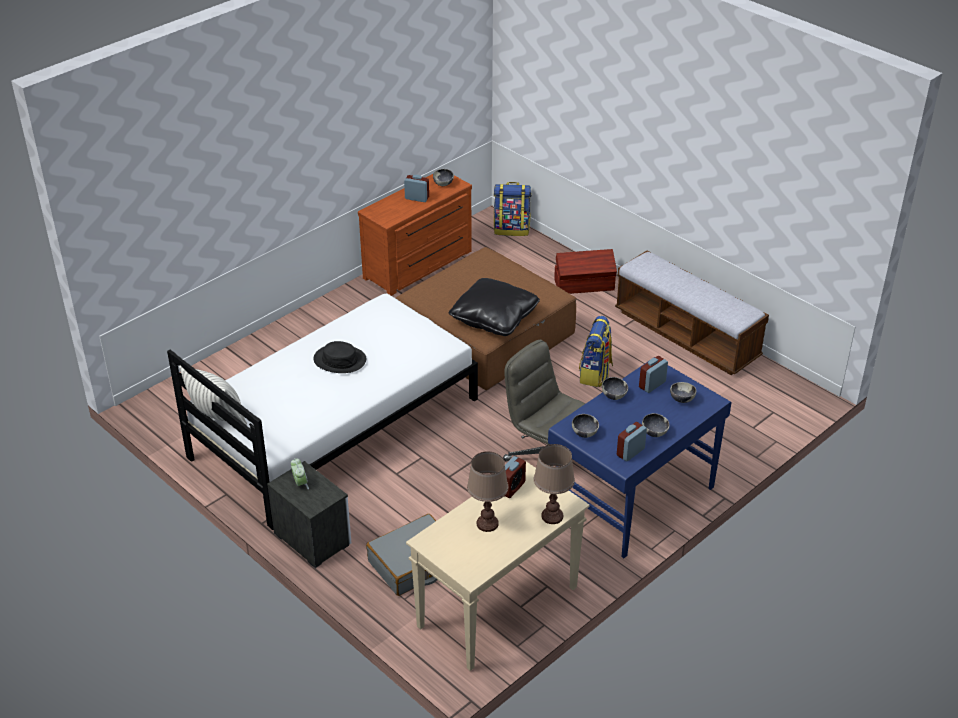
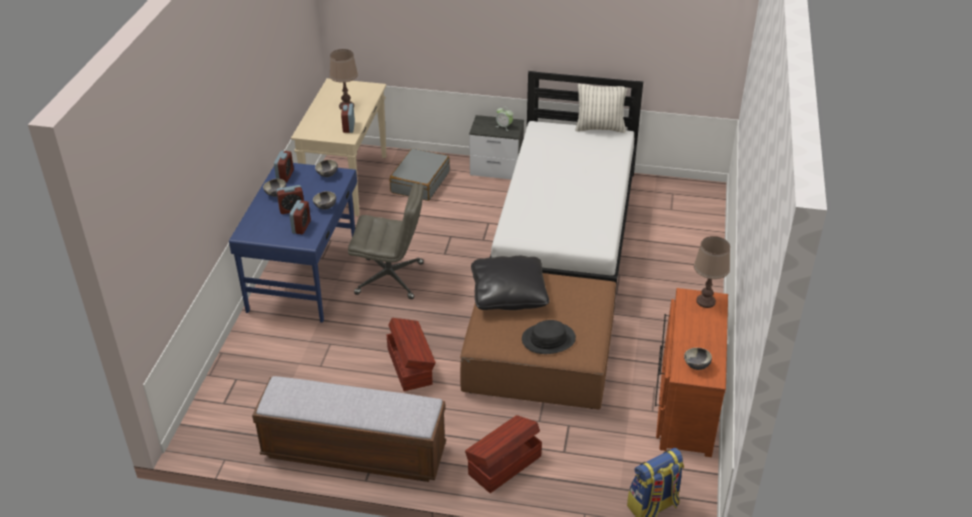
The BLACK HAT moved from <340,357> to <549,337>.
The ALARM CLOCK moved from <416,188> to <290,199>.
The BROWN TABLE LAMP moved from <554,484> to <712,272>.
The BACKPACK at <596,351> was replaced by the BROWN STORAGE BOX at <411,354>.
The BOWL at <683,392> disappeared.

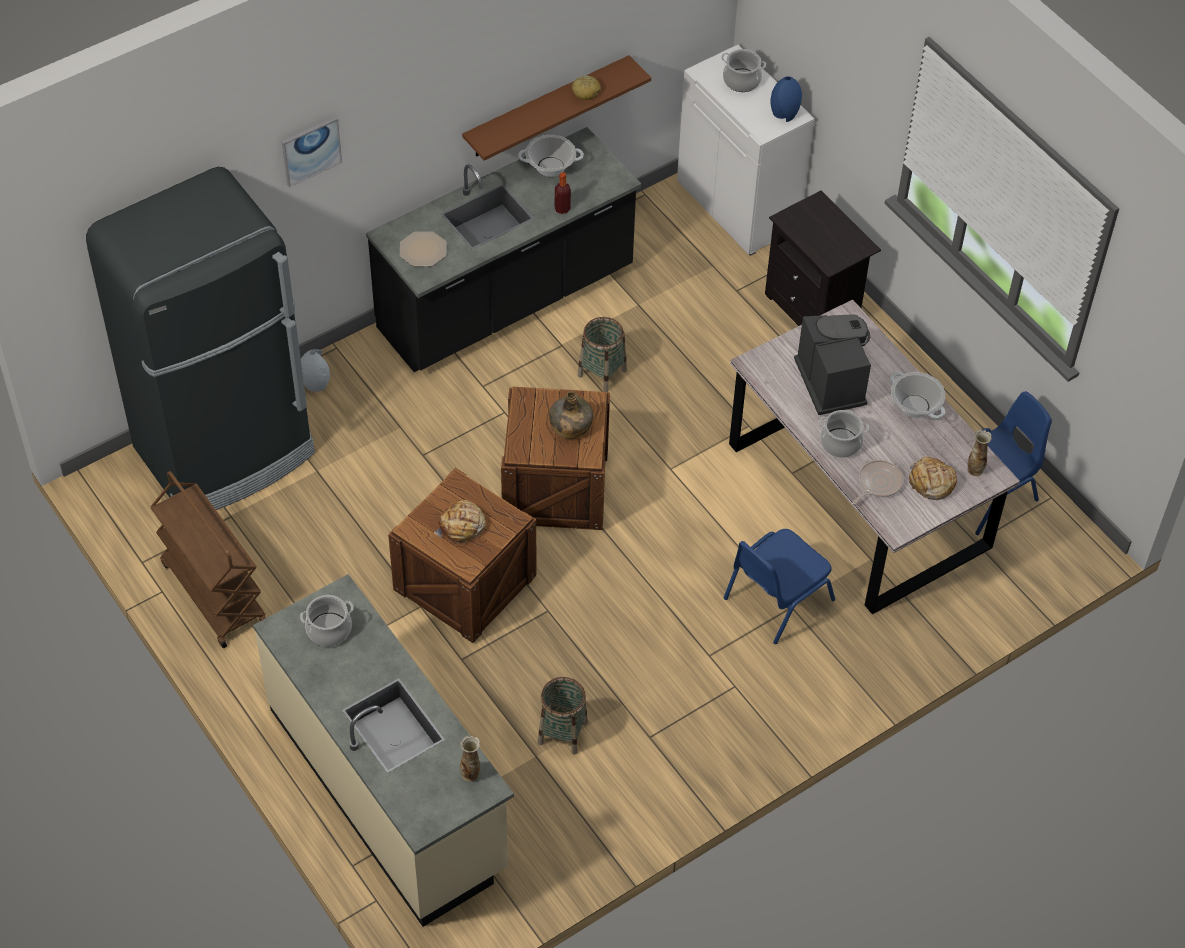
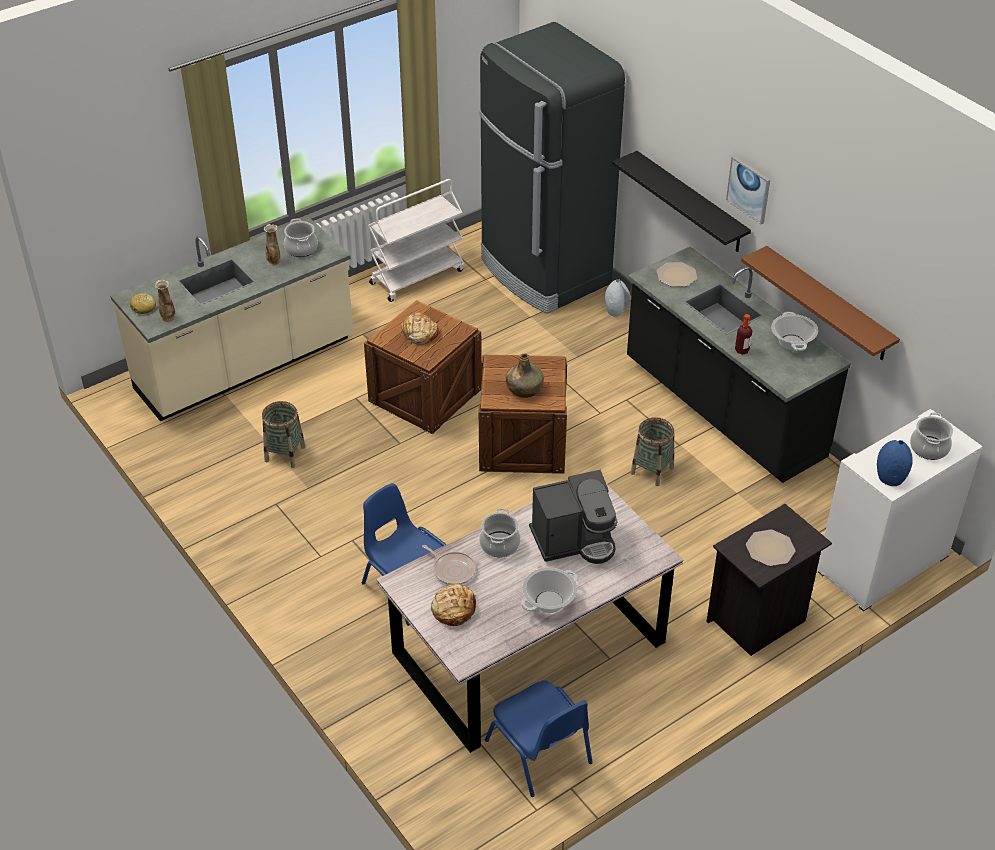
The BROWN CART at <208,559> became the WHITE CART at <416,240>.
The PICTURE moved from <312,151> to <748,190>.
The BREAD moved from <586,88> to <143,303>.
The VASE moved from <980,453> to <272,245>.
The BLACK SHELF at <681,201> appeared.
The PLATE at <770,548> appeared.

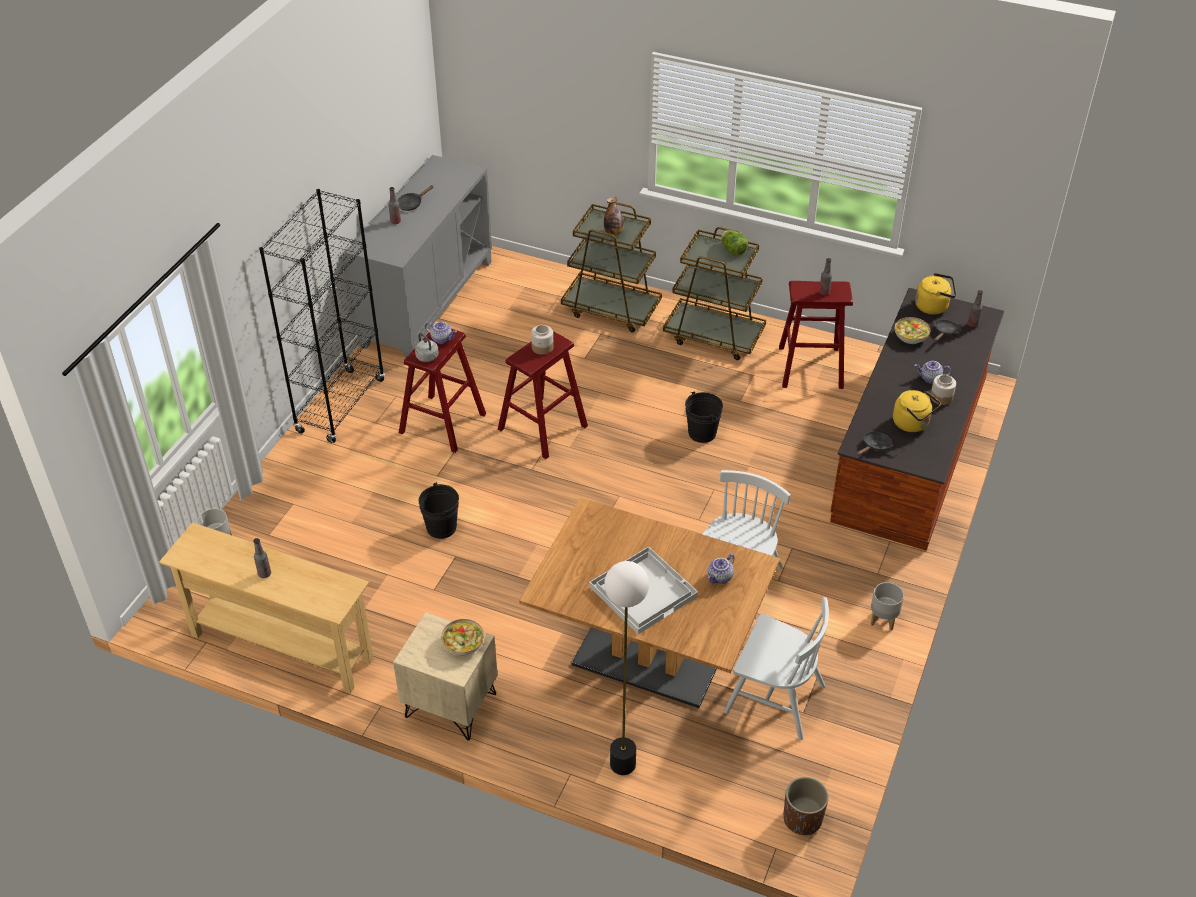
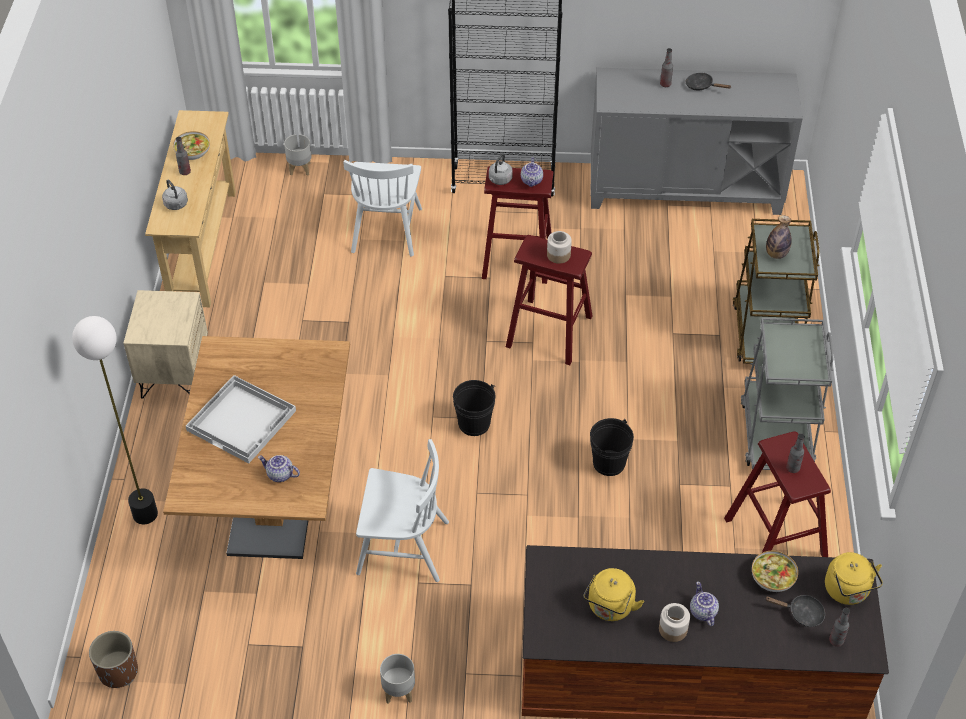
The BLACK BUCKET moved from <439,510> to <474,408>.
The BOWL moved from <462,637> to <191,145>.
The BROWN CART at <714,293> became the GREY CART at <787,394>.
The LETTUCE at <734,243> disappeared.
The WHITE CHAIR moved from <776,668> to <382,208>.
The BLACK FRYING PAN at <874,443> disappeared.
The GREY KETTLE at <175,195> appeared.

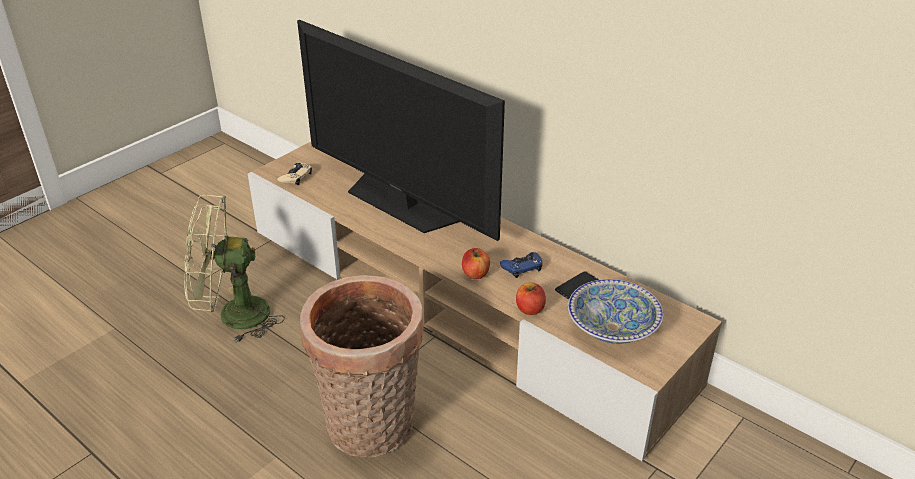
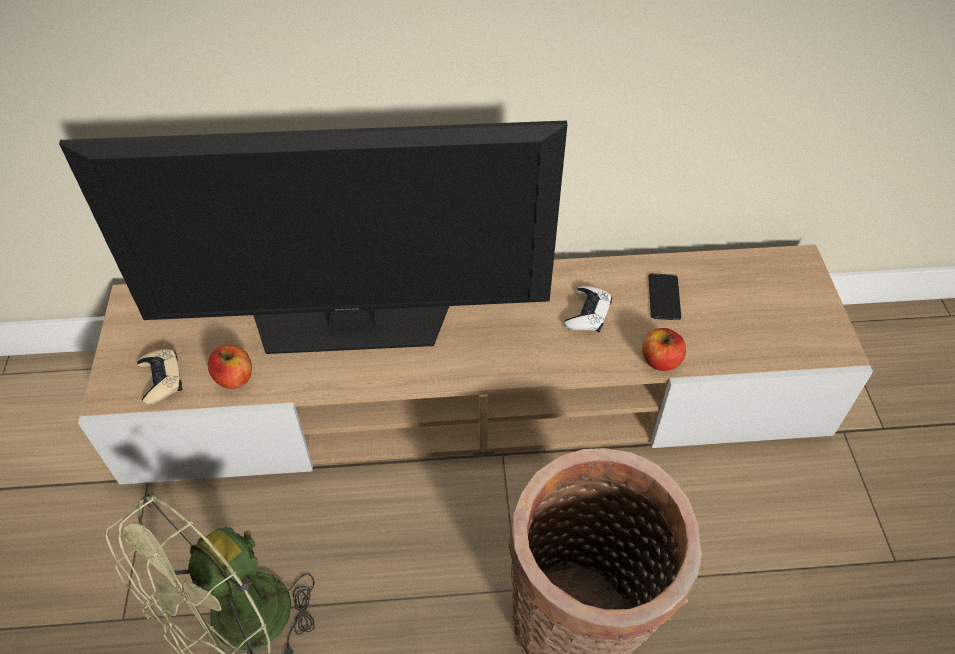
The APPLE moved from <476,263> to <230,367>.
The BLUE GAME CONTROLLER at <521,265> became the WHITE GAME CONTROLLER at <588,309>.
The BOWL at <615,311> disappeared.

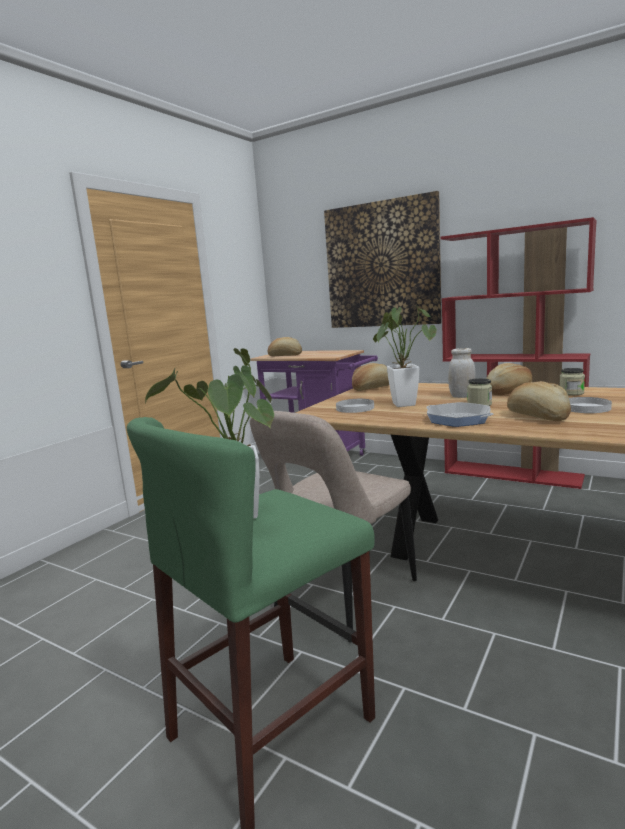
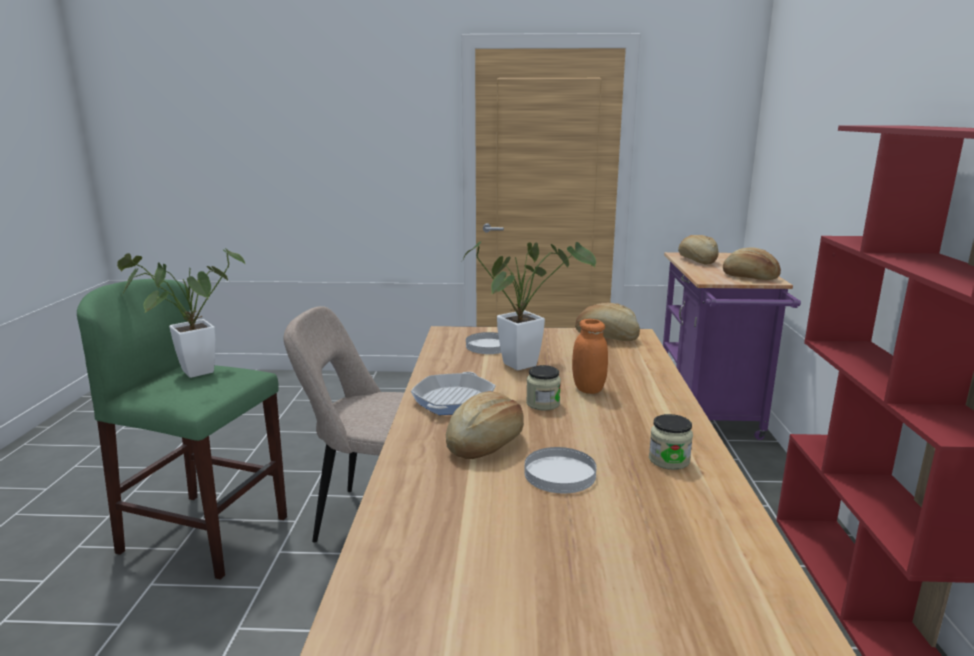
The PICTURE at <383,259> disappeared.
The WHITE JAR at <462,373> became the ORANGE JAR at <590,356>.
The BREAD moved from <509,379> to <752,263>.

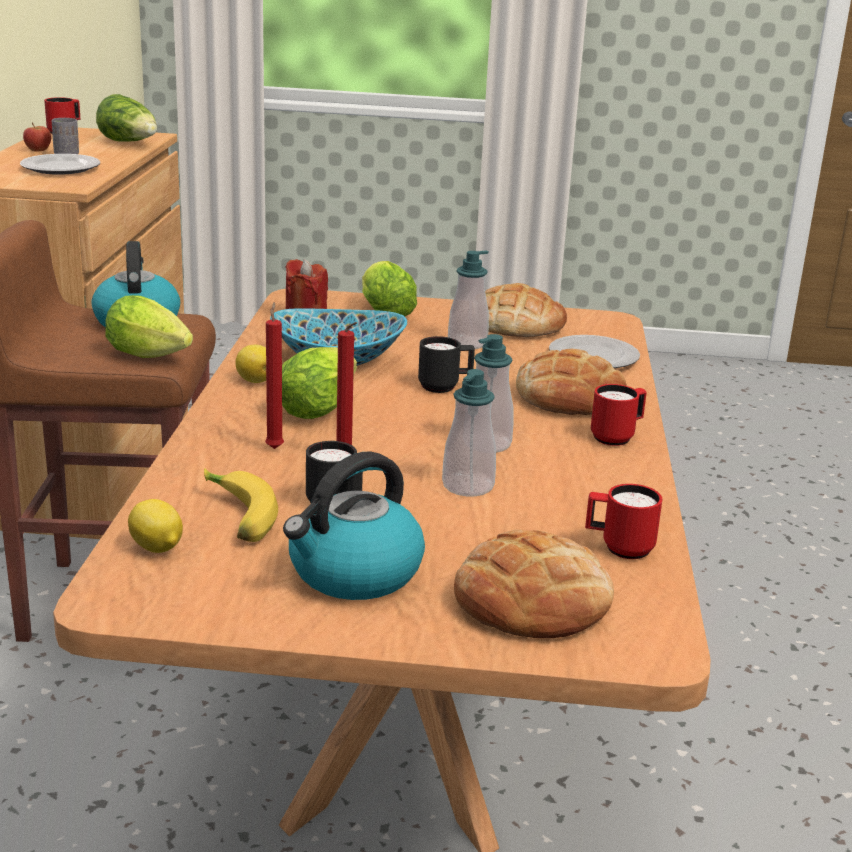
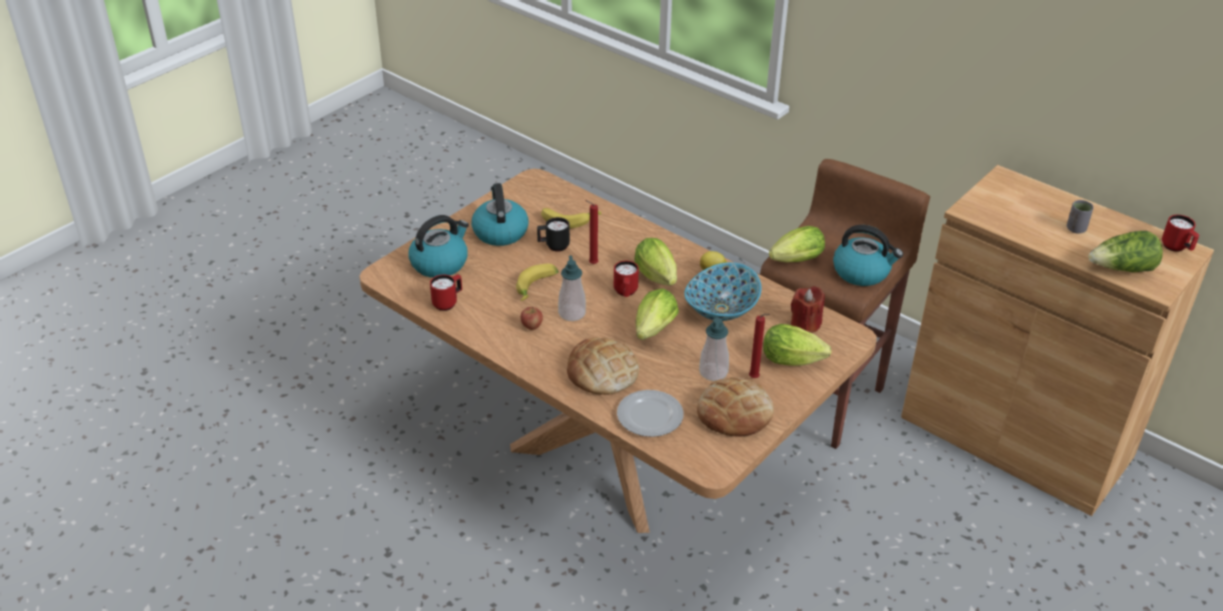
The PLATE at <60,164> disappeared.
The APPLE moved from <37,137> to <532,318>.
The LEMON at <155,526> disappeared.
The RED CANDLE moved from <274,375> to <759,346>.
The BLACK MUG at <446,364> was replaced by the LETTUCE at <657,314>.
The SOAP DISPENSER at <469,432> was replaced by the BANANA at <537,282>.
The BREAD at <534,584> was replaced by the KETTLE at <438,246>.
The RED MUG moved from <619,415> to <626,279>.

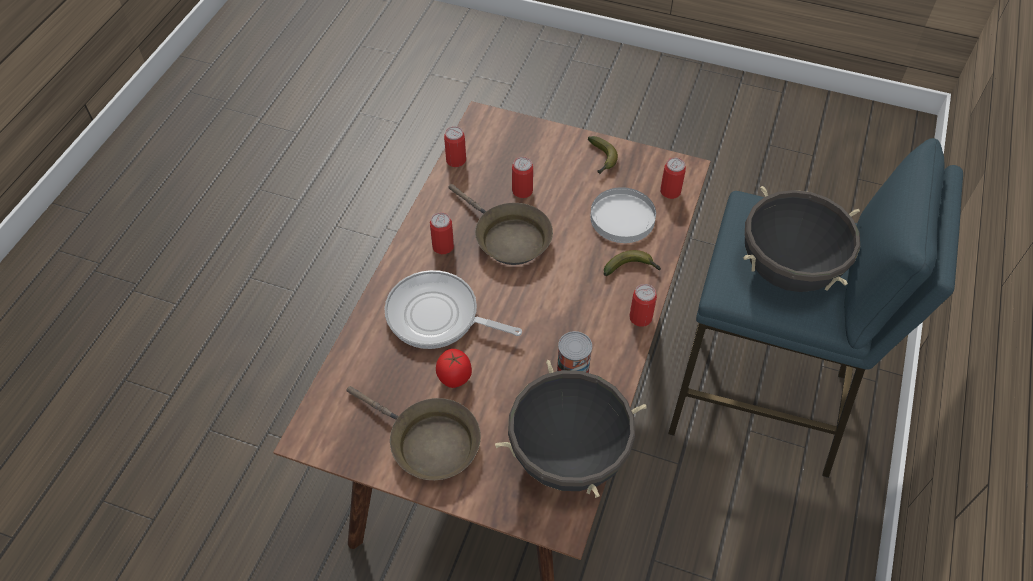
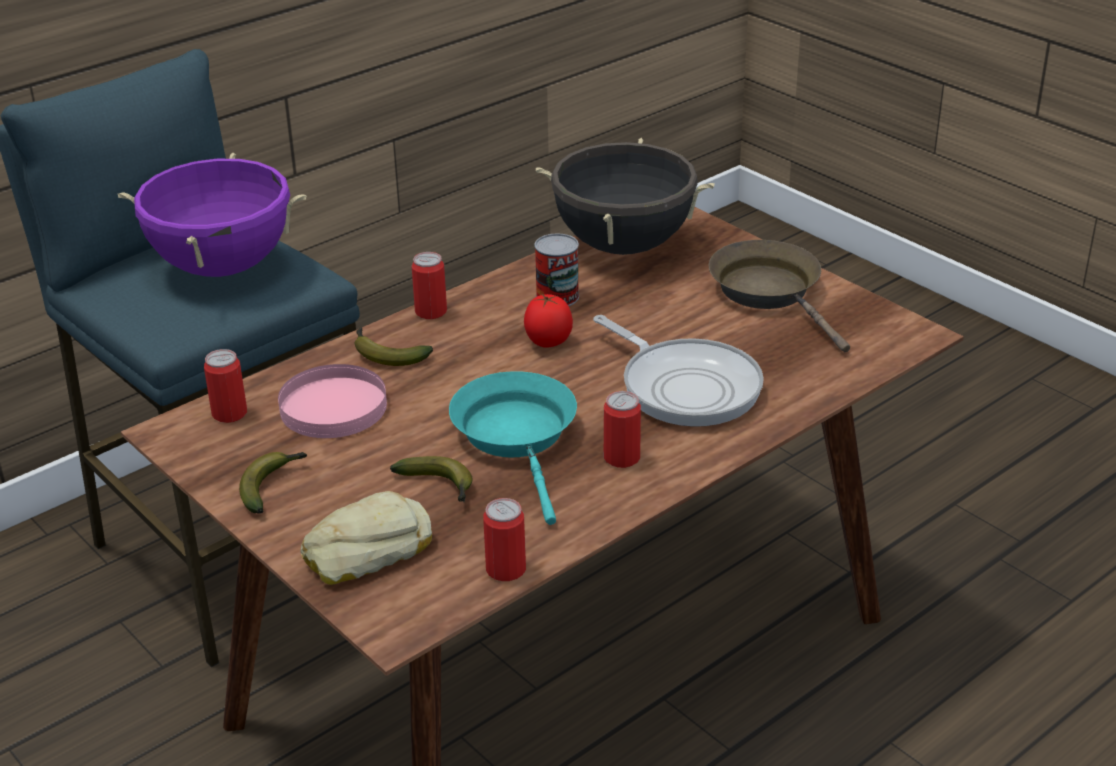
The TOMATO moved from <454,368> to <548,320>.
The BROWN FRYING PAN at <500,224> became the TURQUOISE FRYING PAN at <513,448>.
The CAN at <522,177> was replaced by the BANANA at <431,479>.
The WHITE PLATE at <623,215> became the PINK PLATE at <332,401>.
The BLACK COOKING POT at <801,239> became the PURPLE COOKING POT at <212,215>.
The BREAD at <366,538> appeared.

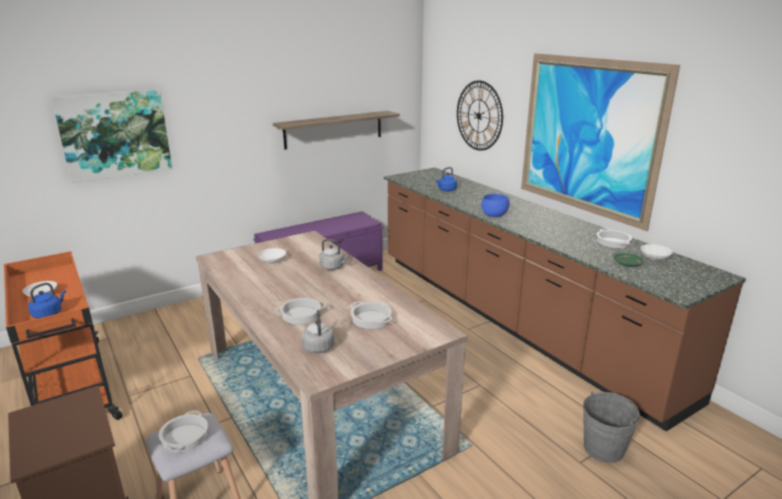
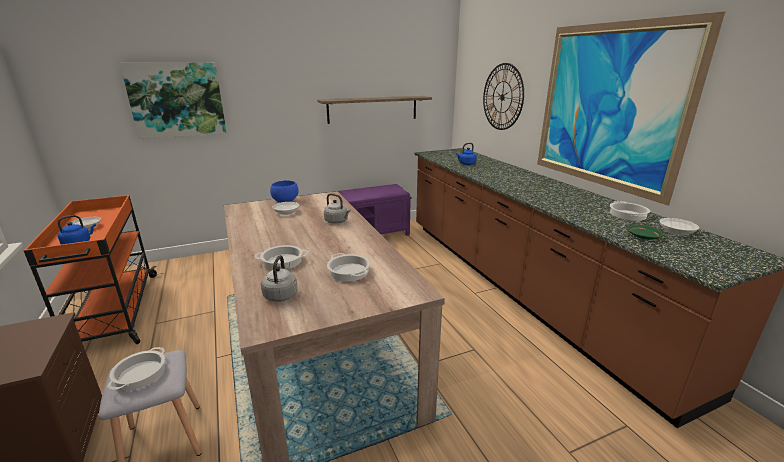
The BLUE BOWL moved from <495,205> to <284,191>.
The GREY BUCKET at <611,427> disappeared.

